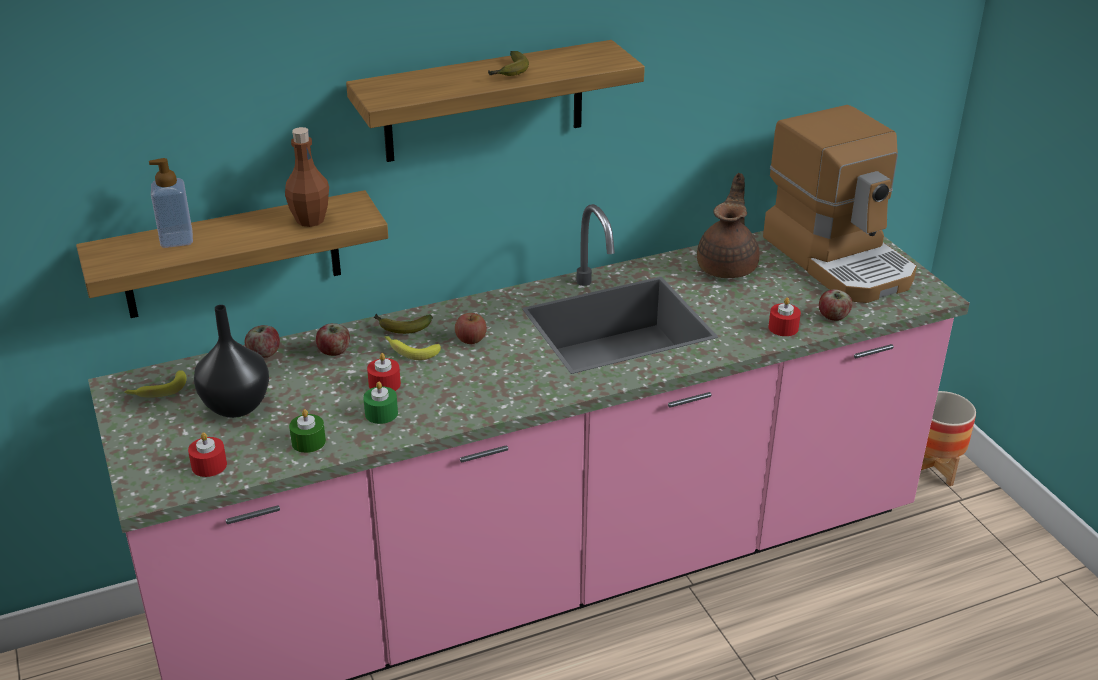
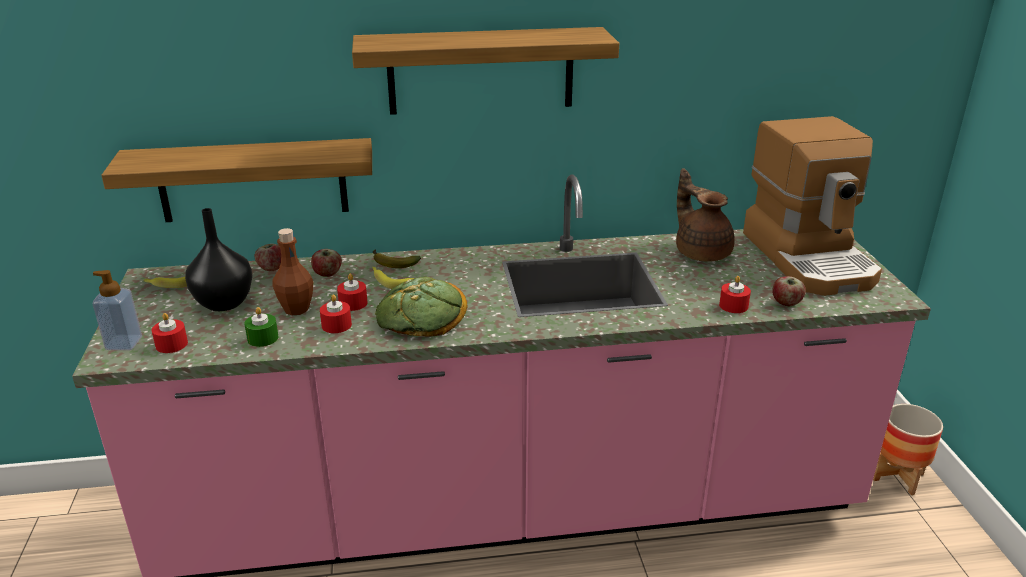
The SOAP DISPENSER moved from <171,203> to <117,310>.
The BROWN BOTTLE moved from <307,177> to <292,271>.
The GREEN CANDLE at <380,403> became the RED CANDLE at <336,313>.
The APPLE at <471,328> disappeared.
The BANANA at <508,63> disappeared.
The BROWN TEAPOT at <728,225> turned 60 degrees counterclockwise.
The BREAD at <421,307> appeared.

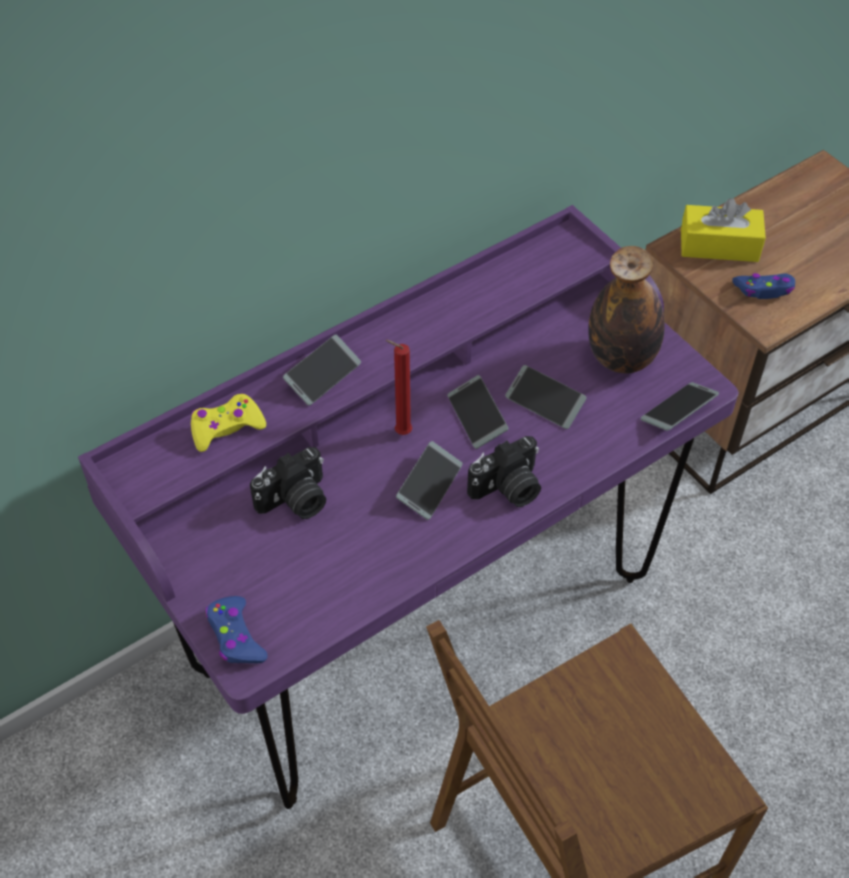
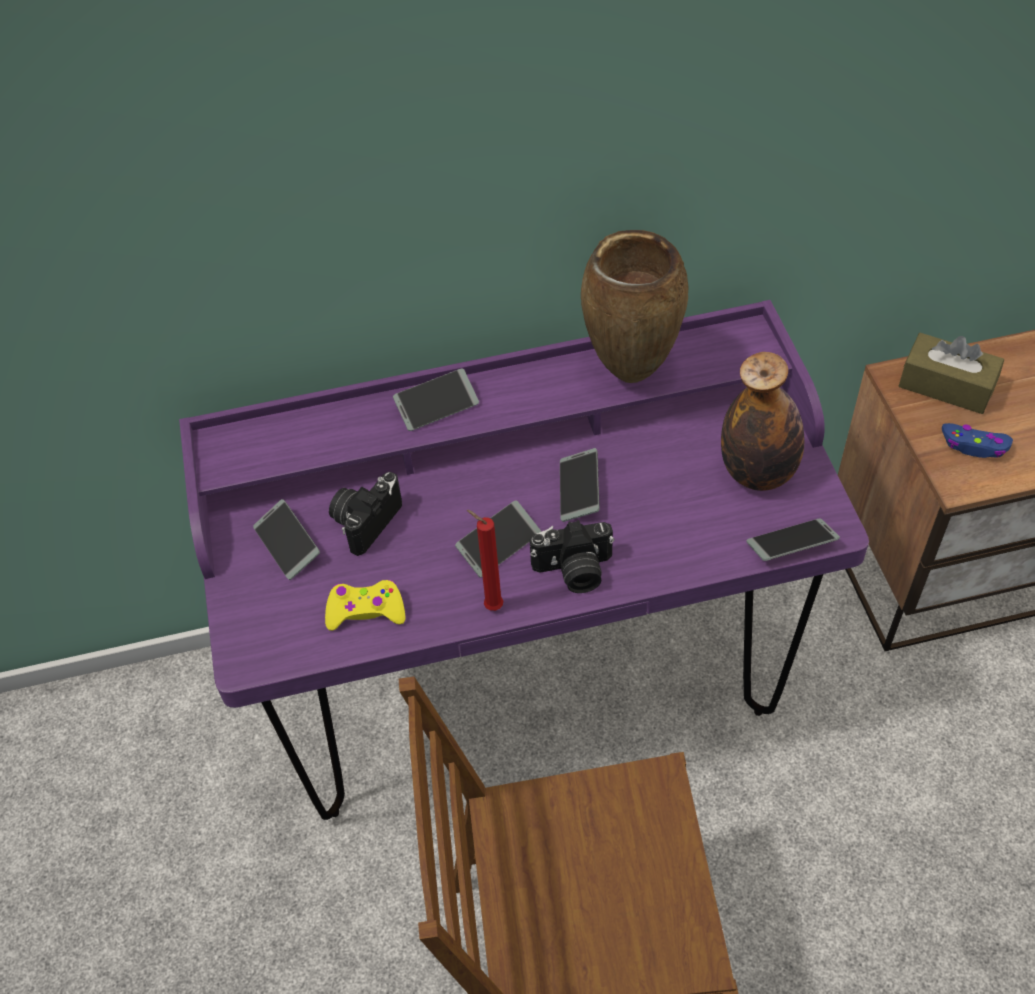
The YELLOW GAME CONTROLLER moved from <228,422> to <365,605>.
The BLUE GAME CONTROLLER at <237,630> disappeared.
The PHOTO CAMERA at <288,483> turned 135 degrees clockwise.
The RED CANDLE moved from <398,387> to <485,560>.
The PHONE moved from <546,397> to <286,539>.
The YELLOW TISSUE BOX at <723,230> became the BROWN TISSUE BOX at <951,373>.
The BROWN VASE at <635,306> appeared.

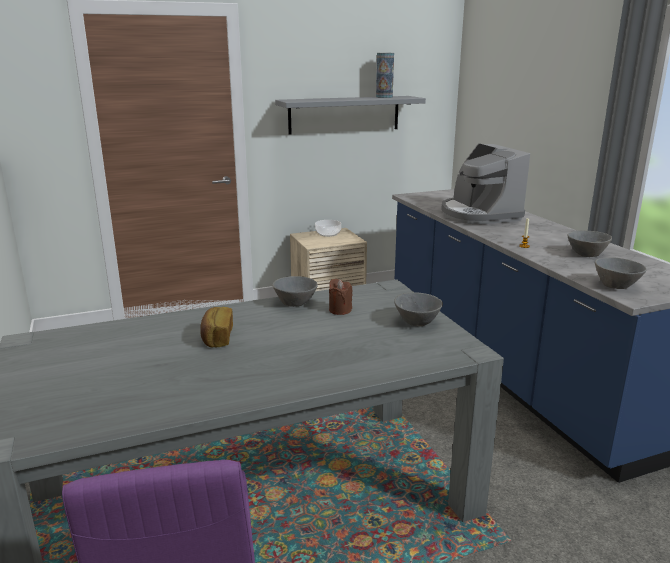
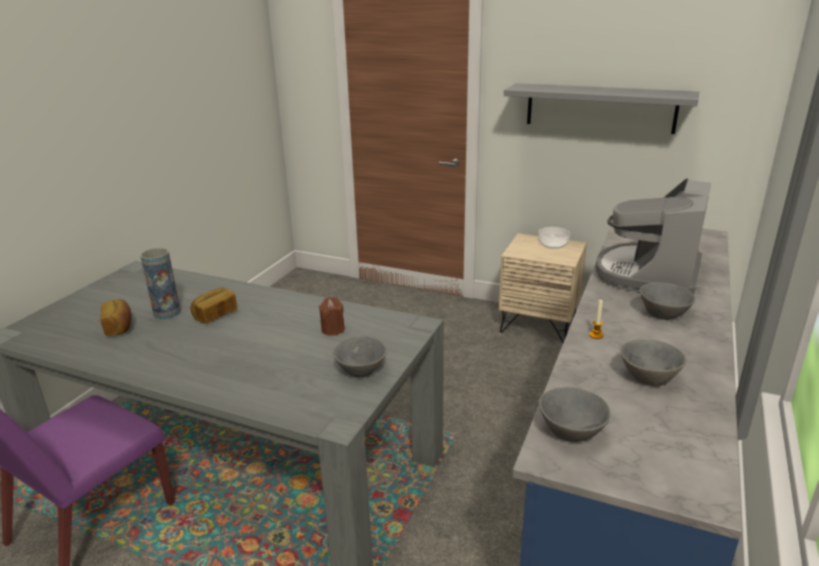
The GREY BOWL moved from <295,291> to <667,301>.
The VASE moved from <385,75> to <160,283>.
The BREAD at <116,317> appeared.

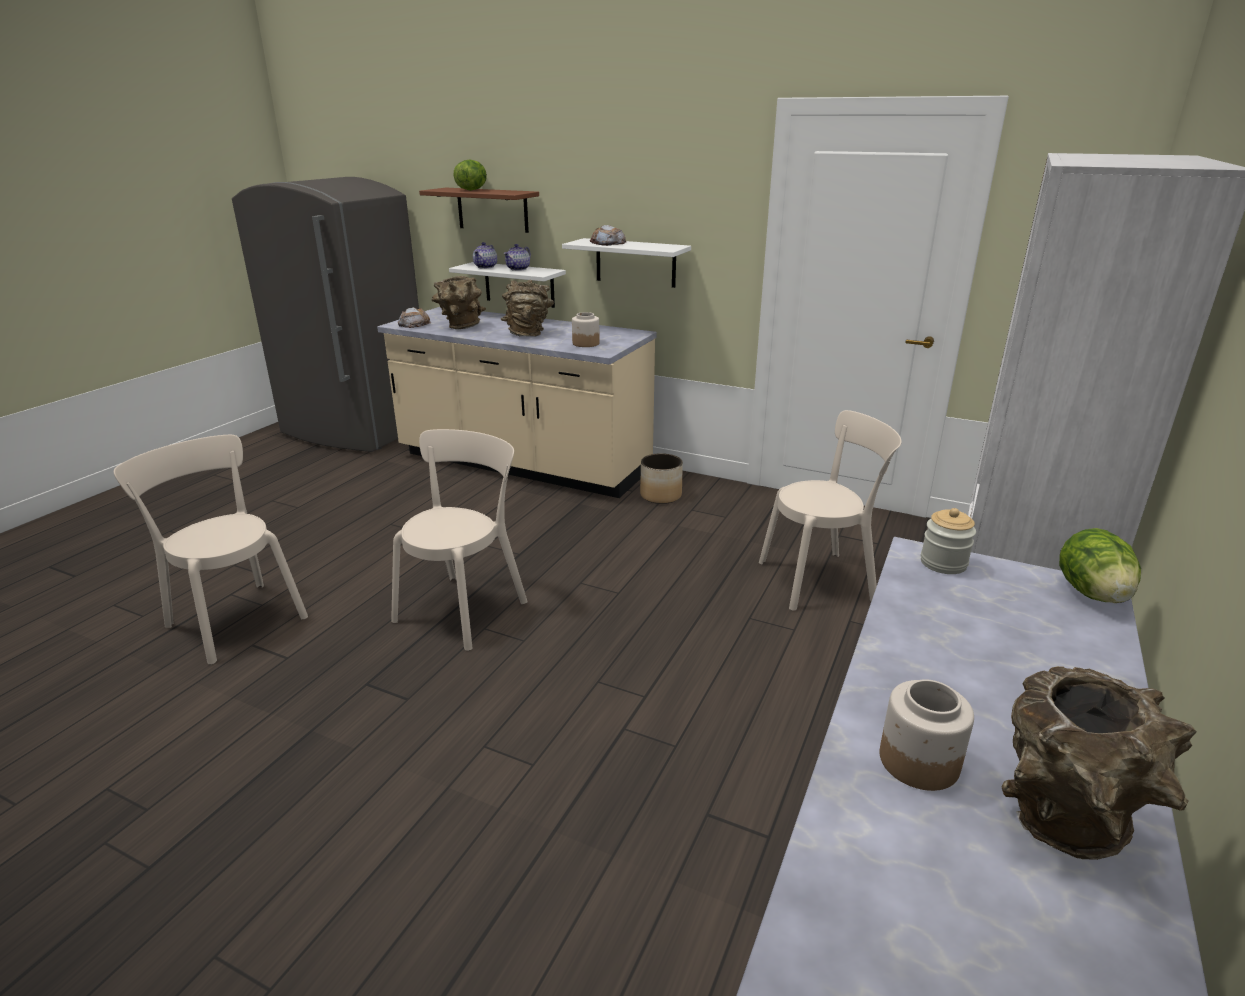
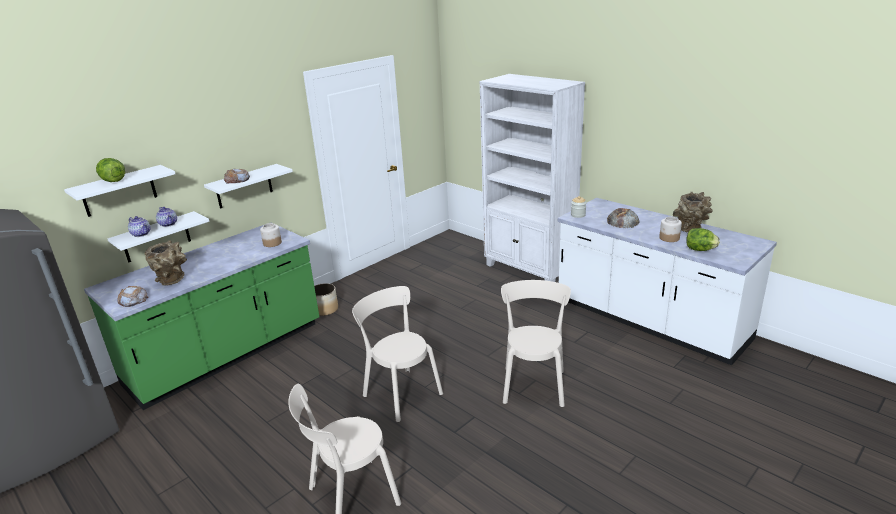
The BEIGE COUNTER at <517,402> became the GREEN COUNTER at <201,317>.
The BROWN SHELF at <479,210> became the WHITE SHELF at <119,191>.
The BROWN VASE at <527,308> disappeared.
The BEIGE CHAIR moved from <830,510> to <536,343>.
The LETTUCE moved from <1100,565> to <703,239>.
The BREAD at <623,218> appeared.

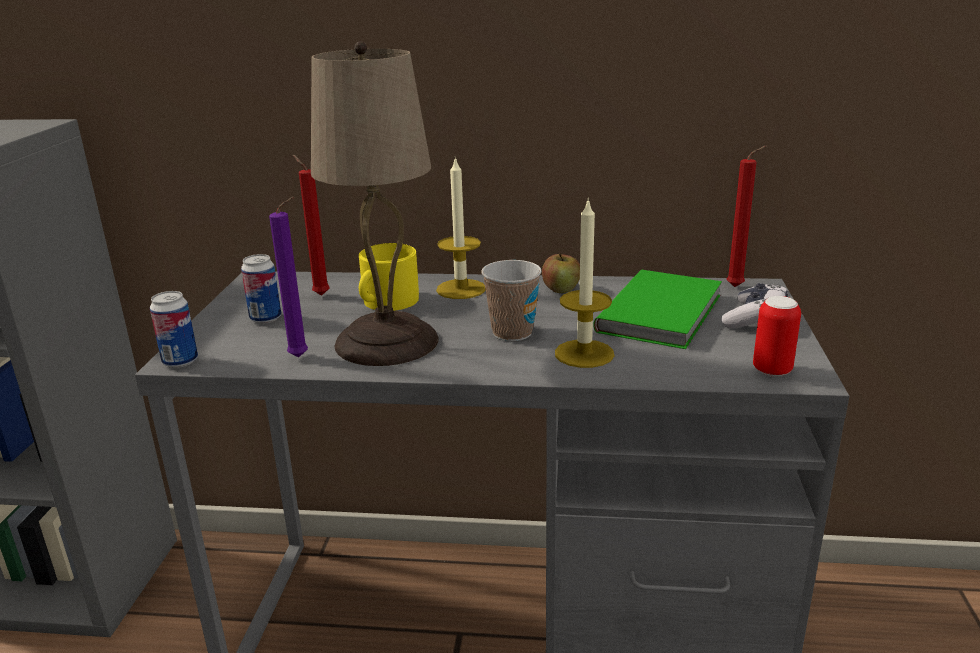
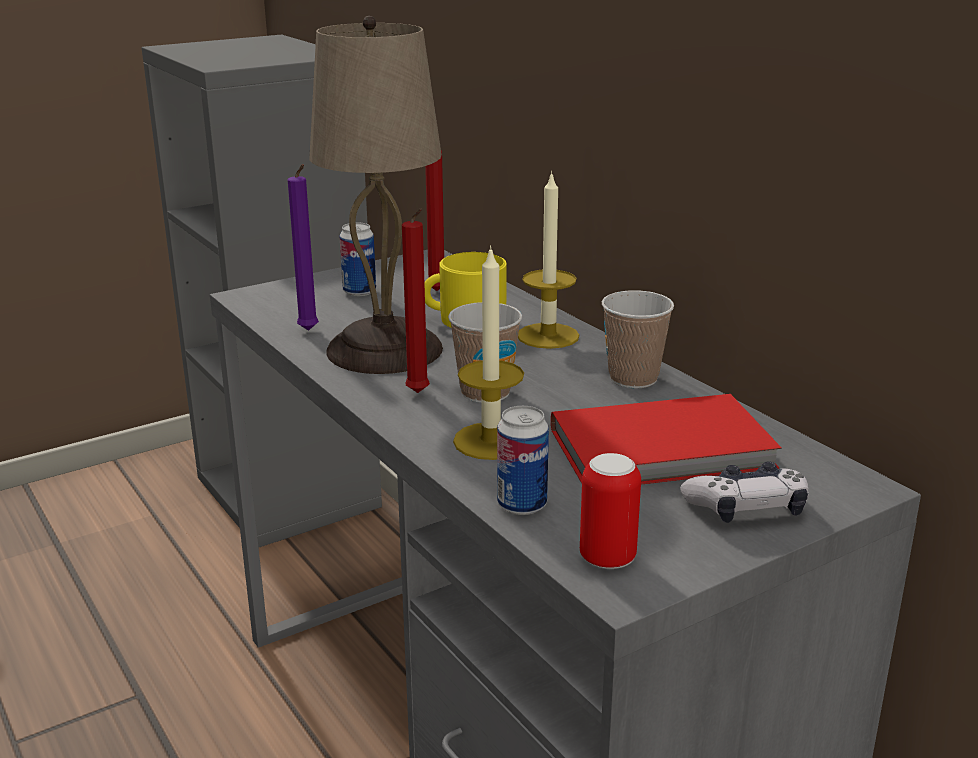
The CAN moved from <174,329> to <523,460>.
The APPLE at <561,273> was replaced by the CUP at <638,339>.
The GREEN BOOK at <657,309> became the RED BOOK at <666,439>.
The RED CANDLE moved from <746,216> to <416,300>.

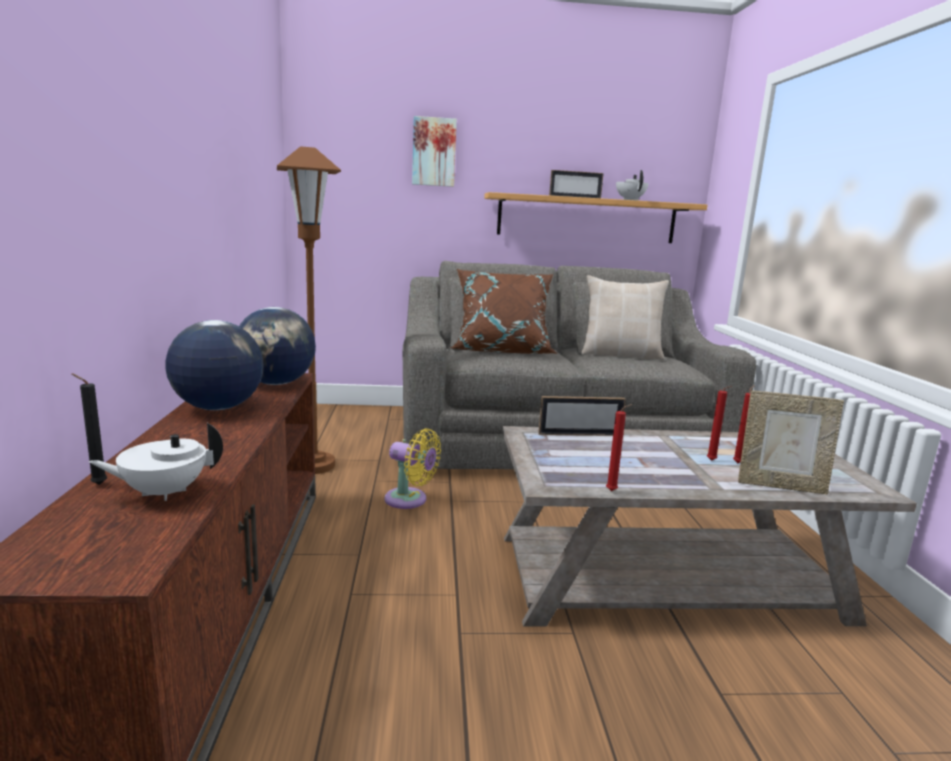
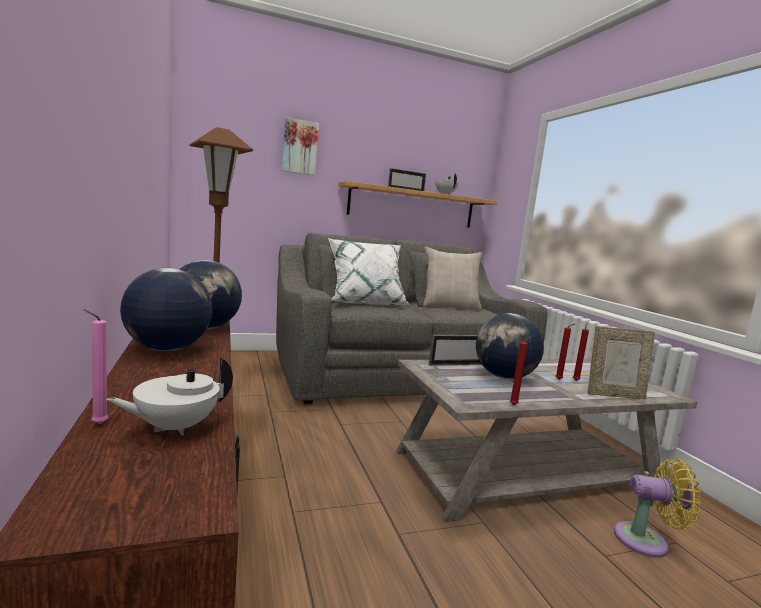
The BLACK CANDLE at <89,429> became the PINK CANDLE at <96,366>.
The YELLOW FAN moved from <413,468> to <657,508>.
The BROWN PILLOW at <503,311> became the WHITE PILLOW at <369,271>.
The GLOBE at <510,346> appeared.

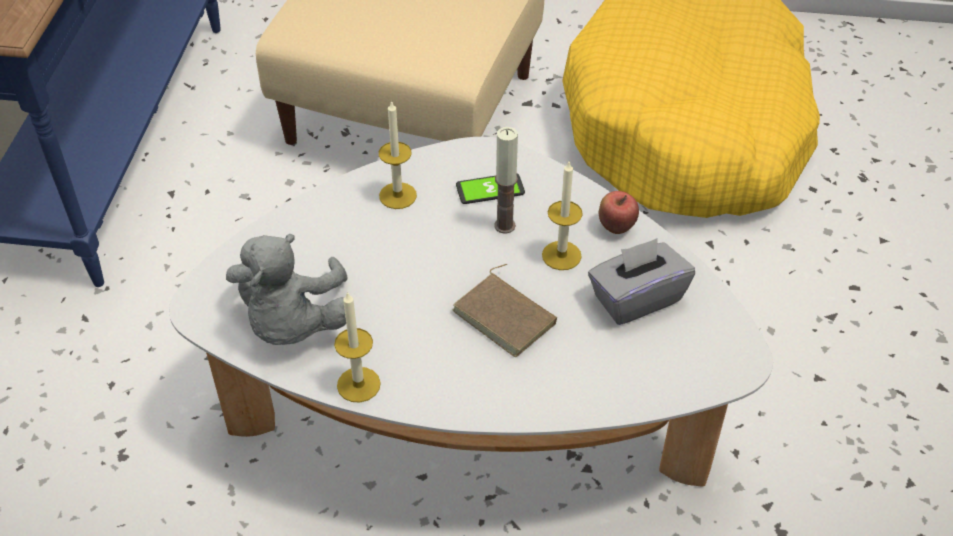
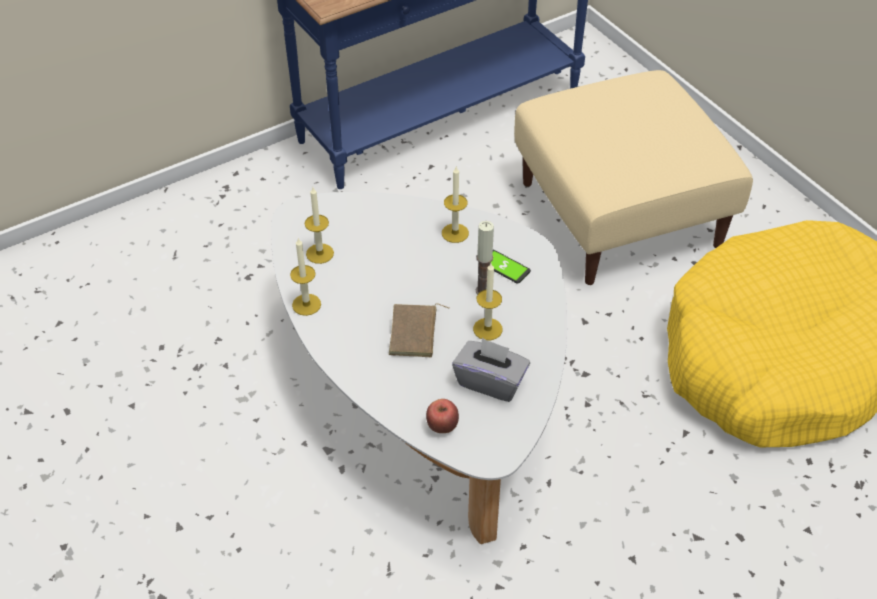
The GREY PLUSH TOY at <286,289> was replaced by the CANDLE at <319,225>.
The APPLE moved from <619,212> to <442,416>.

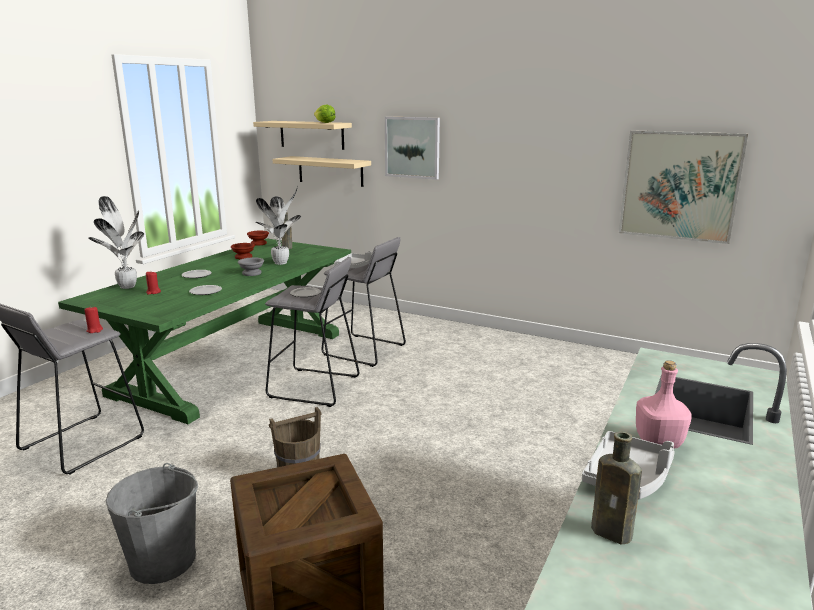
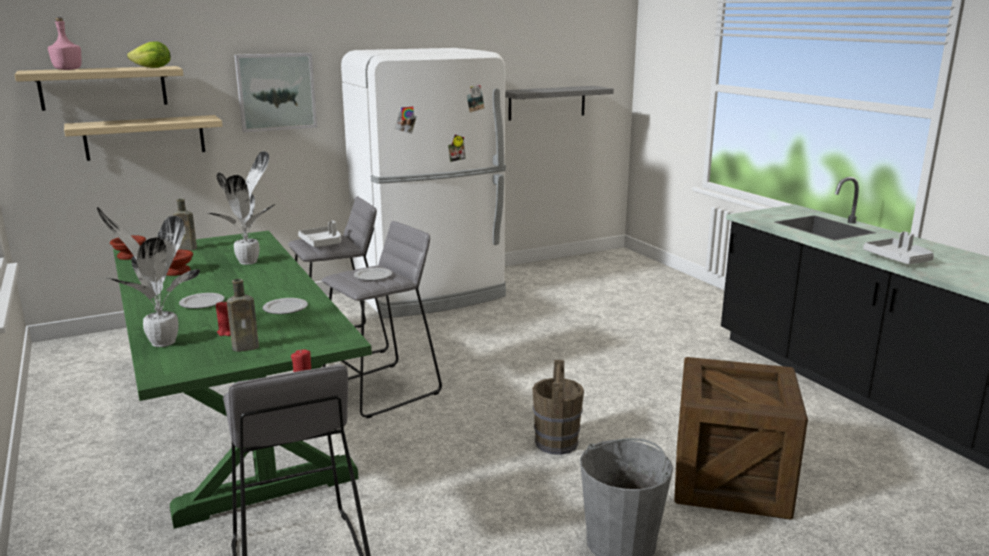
The GREY BOWL at <251,266> disappeared.
The BROWN BOTTLE moved from <616,488> to <243,315>.
The PICTURE at <683,187> was replaced by the GREY SHELF at <559,103>.
The PINK BOTTLE moved from <664,404> to <65,43>.
The WHITE FRIDGE at <423,183> appeared.

